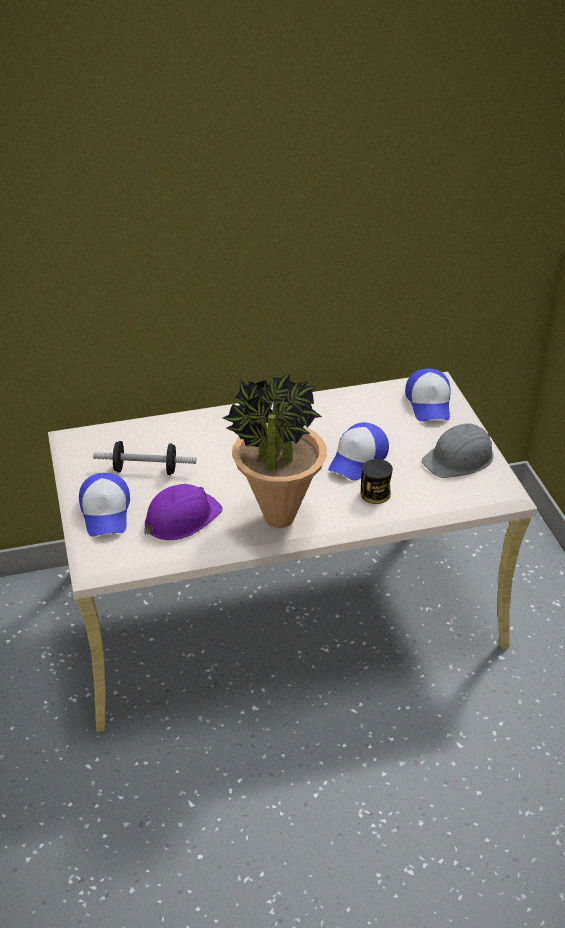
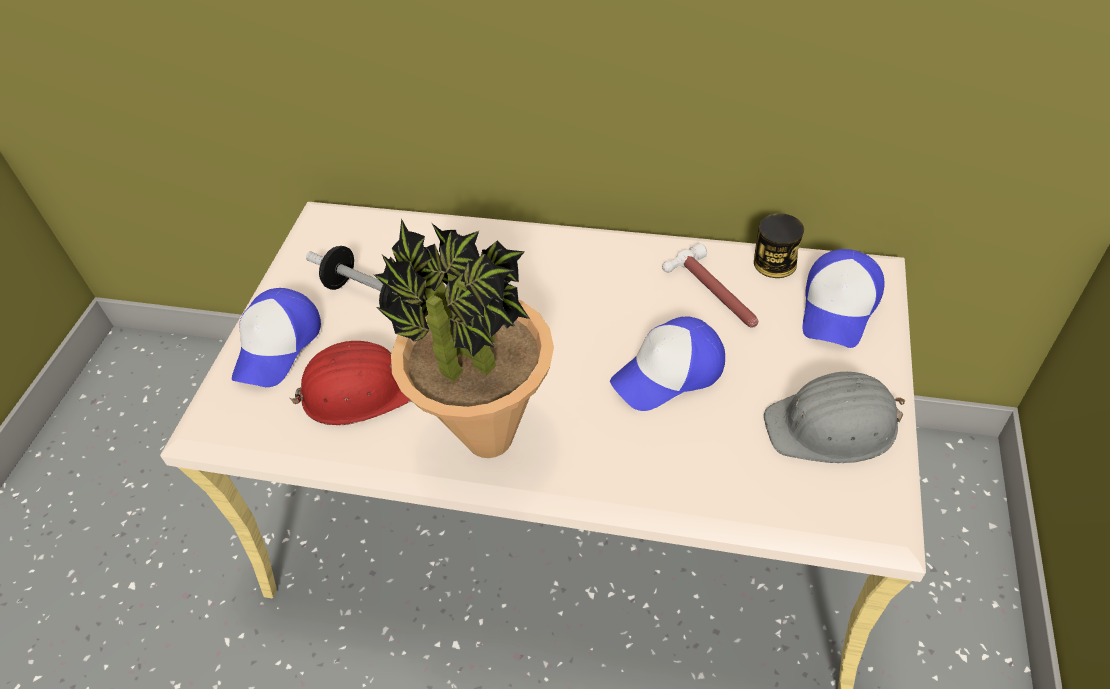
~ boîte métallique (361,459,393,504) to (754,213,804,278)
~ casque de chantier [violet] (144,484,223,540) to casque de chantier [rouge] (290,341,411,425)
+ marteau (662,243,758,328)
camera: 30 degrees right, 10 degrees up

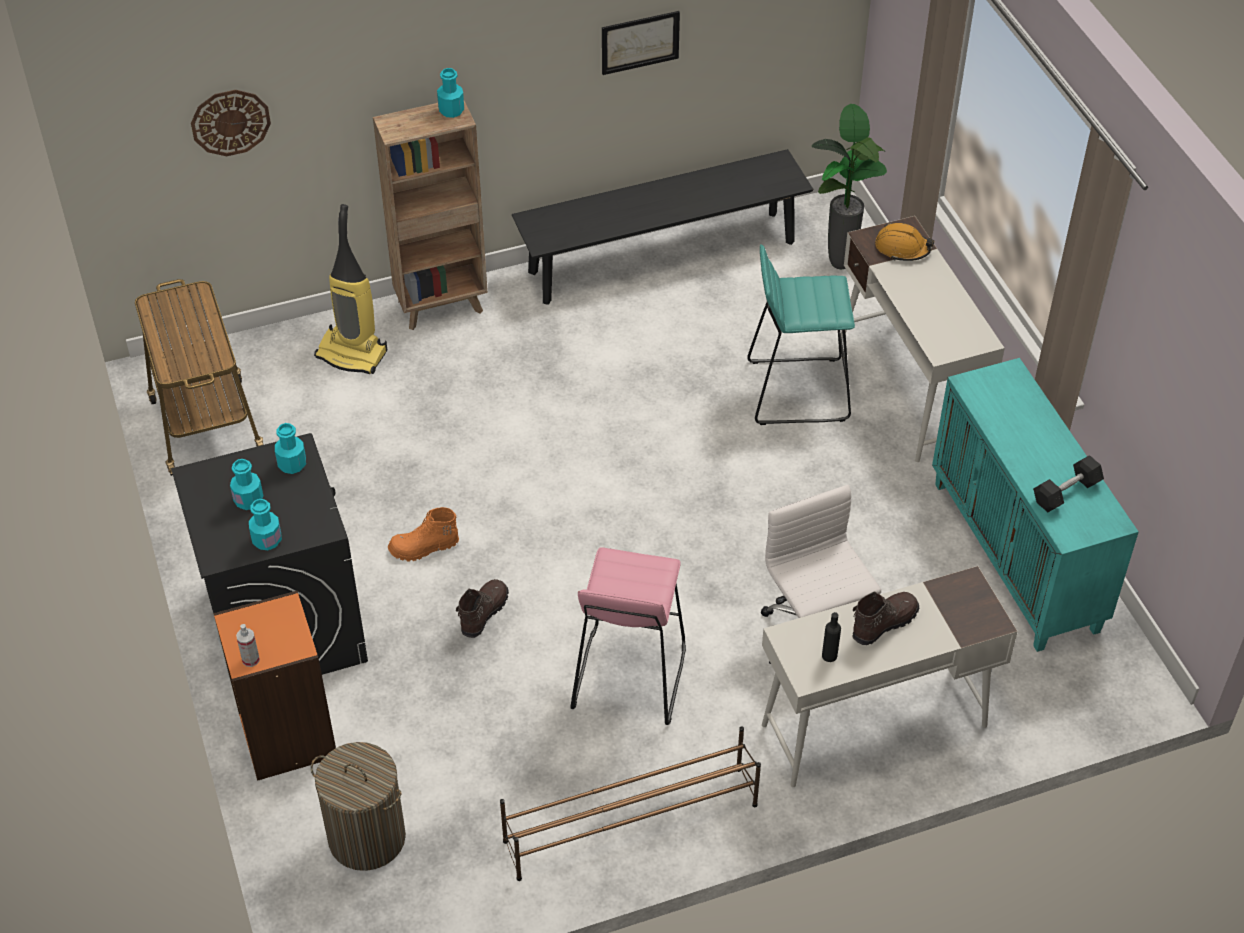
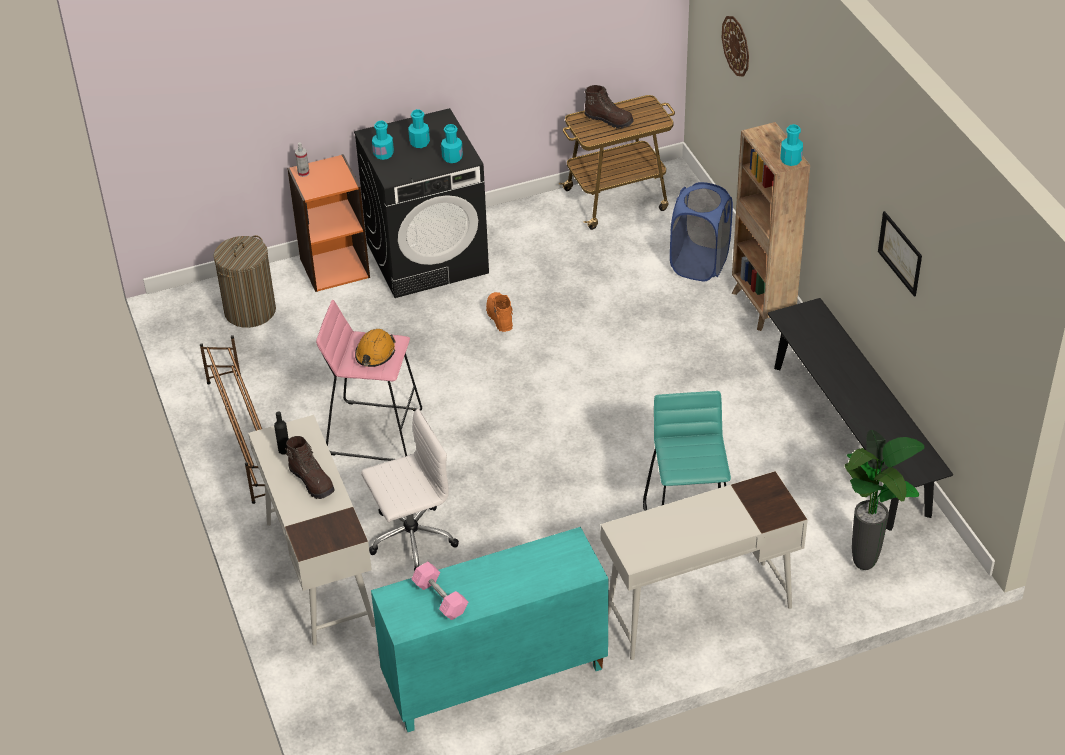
~ aspirateur (314,204,387,374) to panier à linge [bleu] (670,182,733,281)
~ casque de chantier [orange] (875,223,935,261) to (355,329,396,367)
~ haltère [noir] (1033,455,1104,512) to haltère [rose] (411,562,468,620)
~ botte [marron] (456,579,509,638) to (584,85,634,129)
camera: 90 degrees right, 5 degrees down

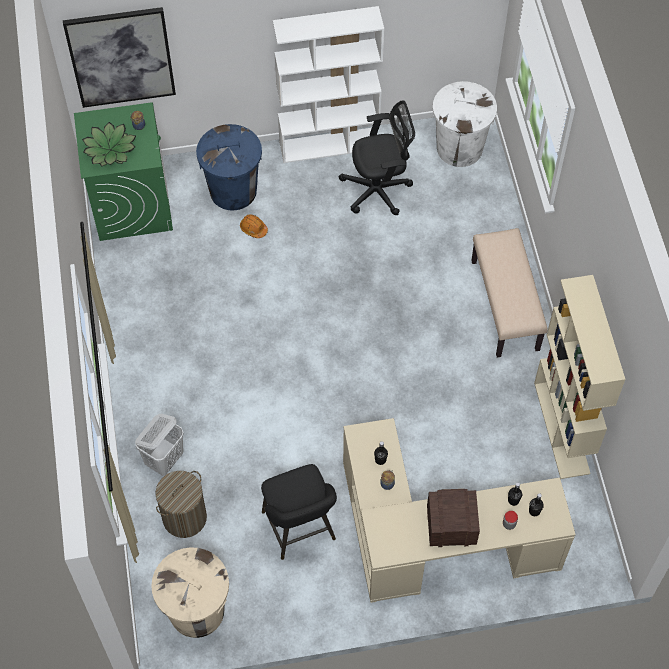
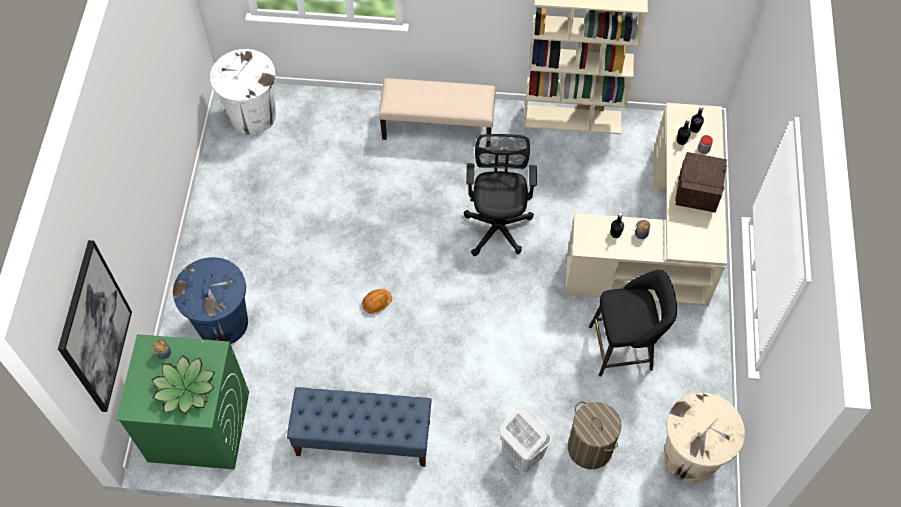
- bibliothèque [blanc] (273,6,384,163)
~ chaise de bureau [noir] (339,100,415,215) to (464,134,537,256)
~ casque de chantier [orange] (240,214,268,238) to (362,289,392,314)
+ banc [bleu] (287,387,432,467)
camera: 75 degrees left, 0 degrees up

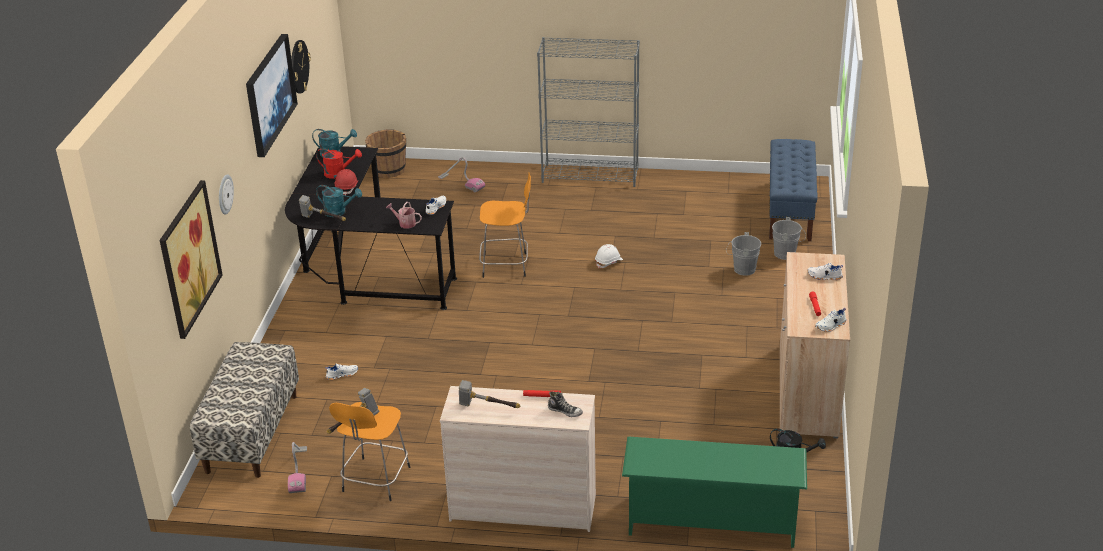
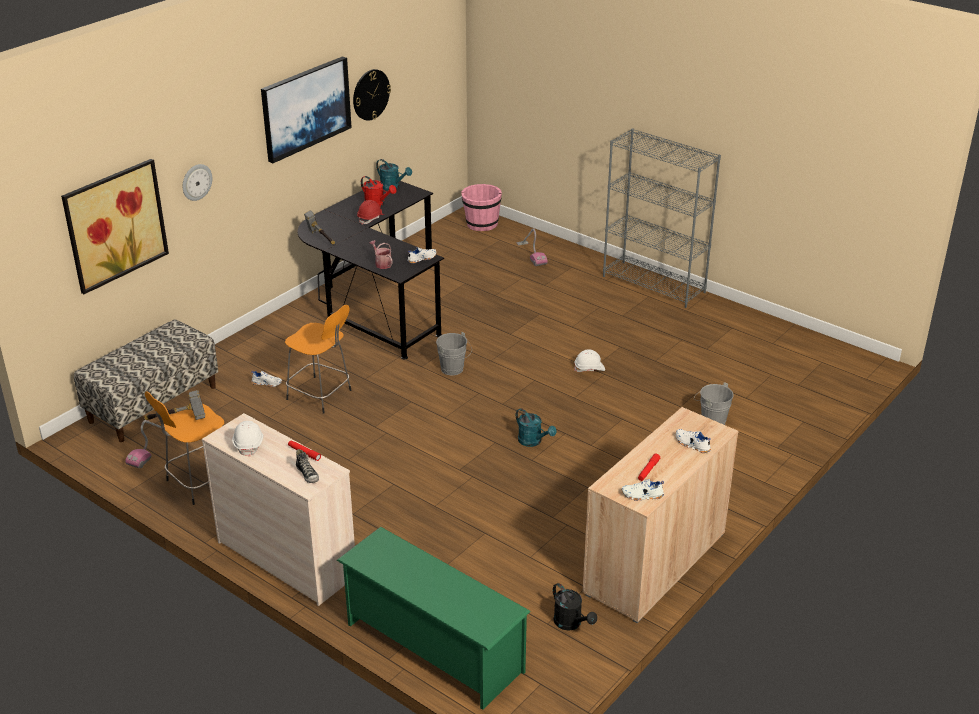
~ seau [marron] (365,129,406,178) to seau [rose] (461,184,502,231)
- banc [bleu] (769,139,818,241)
~ tabouret [orange] (479,172,531,278) to (285,305,352,414)
~ arrosoir [turquoise] (316,185,362,217) to (516,408,557,447)
~ seau [gris] (772,217,806,260) to (436,332,472,375)
~ marteau (459,380,520,408) to casque de chantier [blanc] (232,421,263,457)
camera: 30 degrees right, 0 degrees up

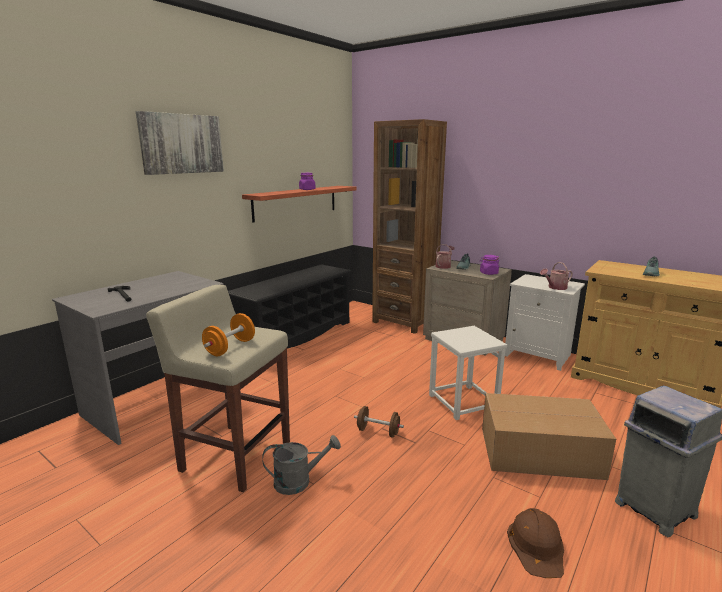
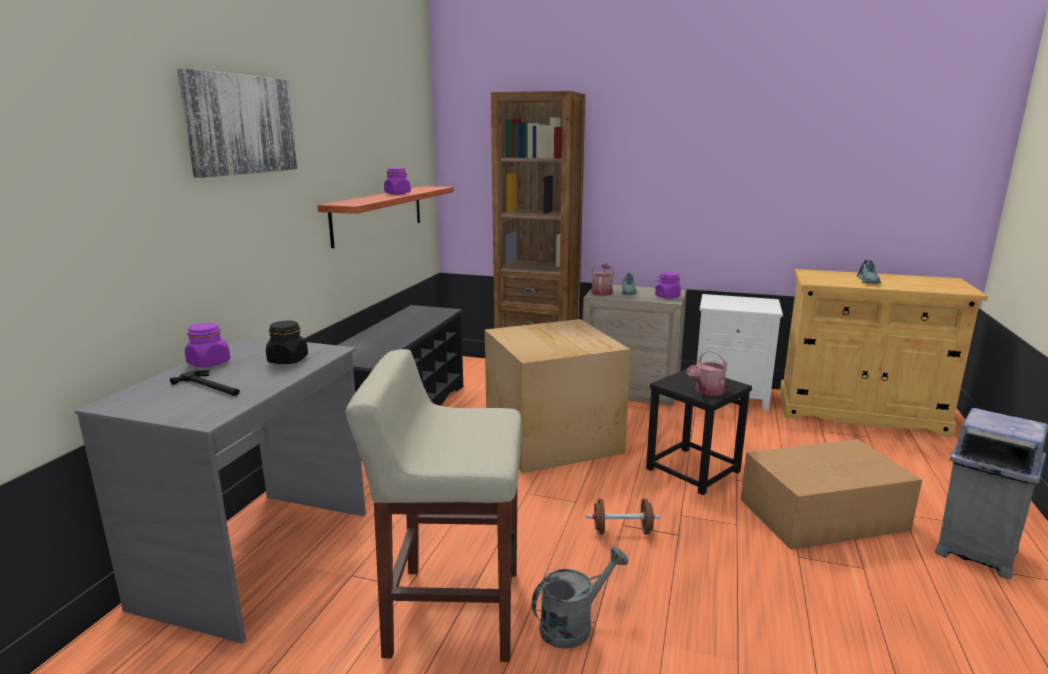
~ arrosoir (540,262,573,290) to (687,350,727,396)
- haltère [orange] (202,313,255,356)
~ tabouret [blanc] (429,326,507,420) to tabouret [noir] (646,369,752,495)
- casque de chantier [marron] (507,508,564,578)
+ carton (485,319,631,473)
+ bocal [noir] (266,321,308,364)
+ bocal [violet] (185,323,230,368)
camera: 20 degrees left, 0 degrees up

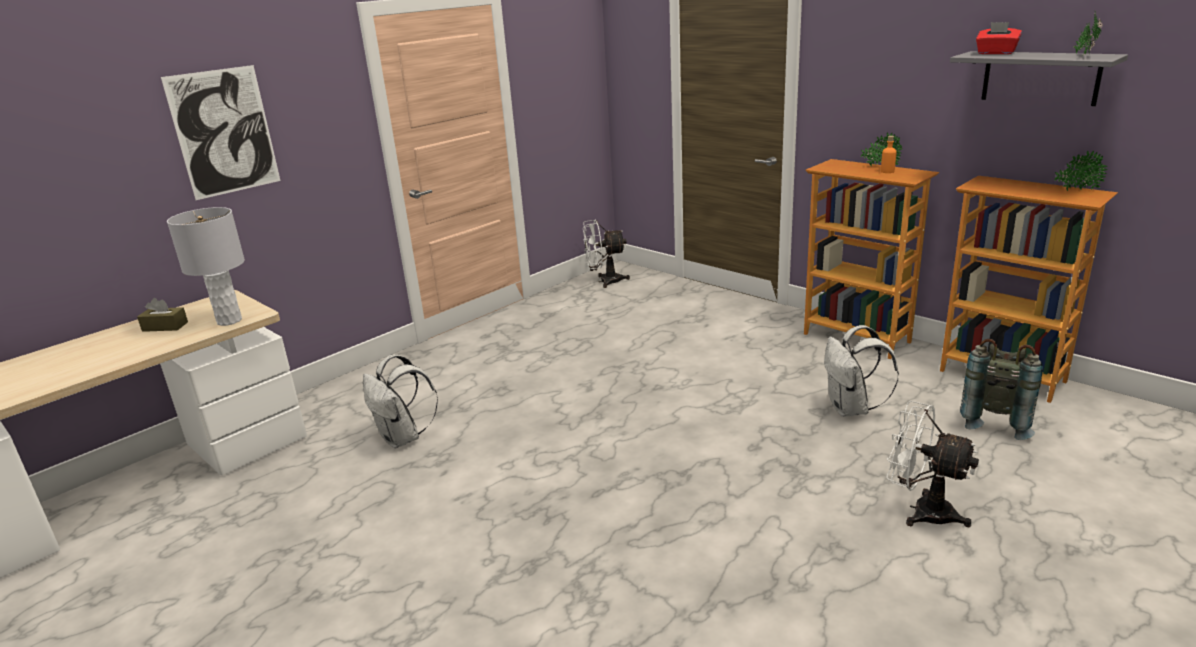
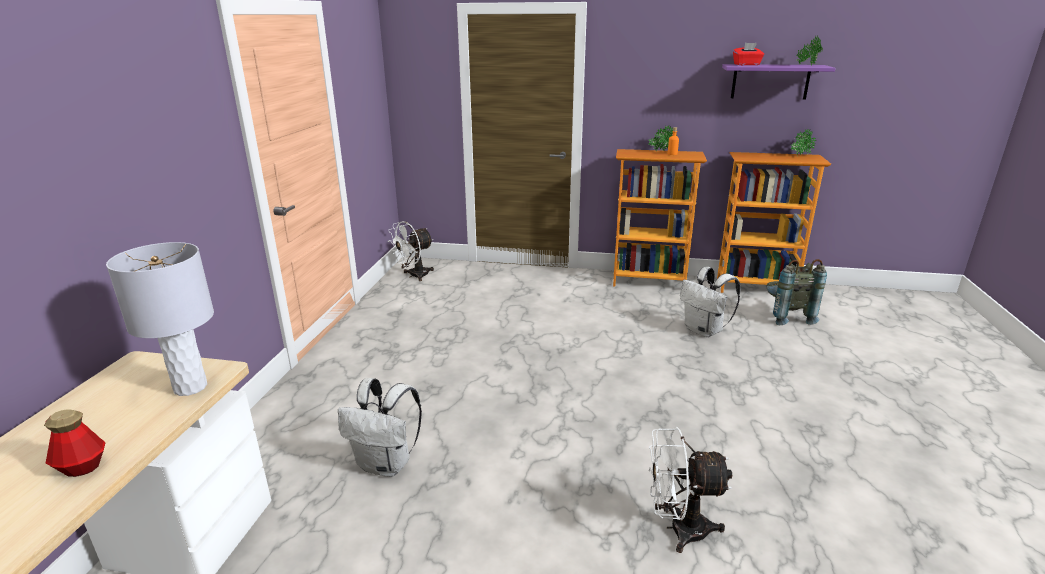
~ étagère [gris] (950,51,1128,106) to étagère [violet] (722,64,836,100)
- tableau (161,65,281,200)
- boîte à mouchoirs [marron] (137,298,188,332)
~ ventilateur [blanc] (886,401,979,527) to (649,427,732,553)
+ bouteille (44,409,106,477)
camera: 35 degrees left, 0 degrees up

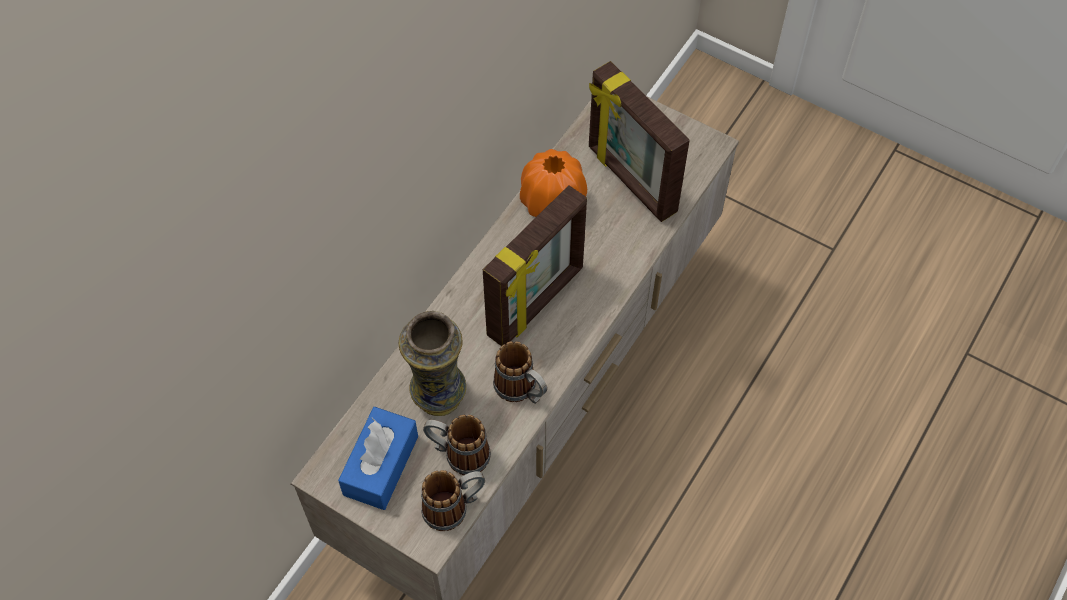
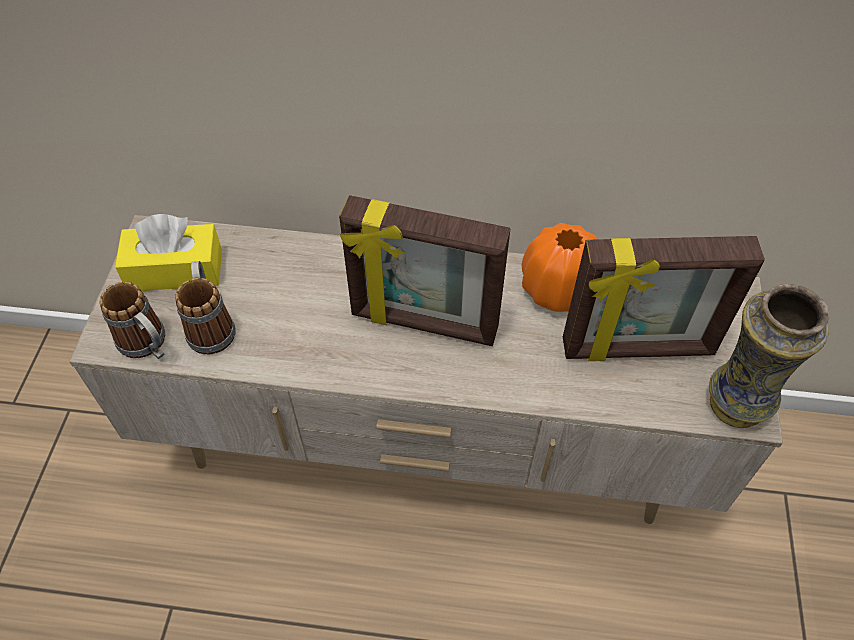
~ cadre photo (589,61,690,222) = (563,236,765,361) 120 degrees counterclockwise
~ vase (399,311,466,416) to (709,284,830,428)
- mug (493,341,547,404)
~ boîte à mouchoirs [bleu] (338,407,418,510) to boîte à mouchoirs [jaune] (115,214,222,291)
camera: 65 degrees right, 5 degrees down

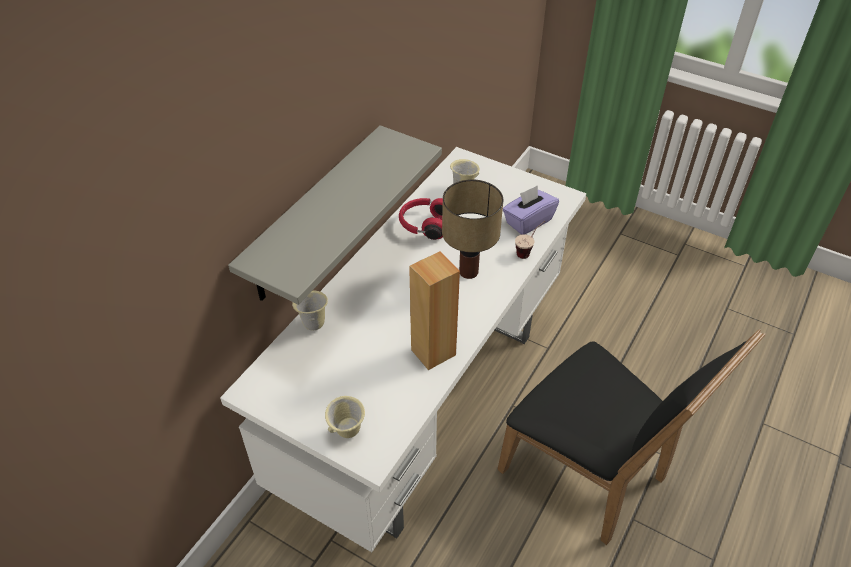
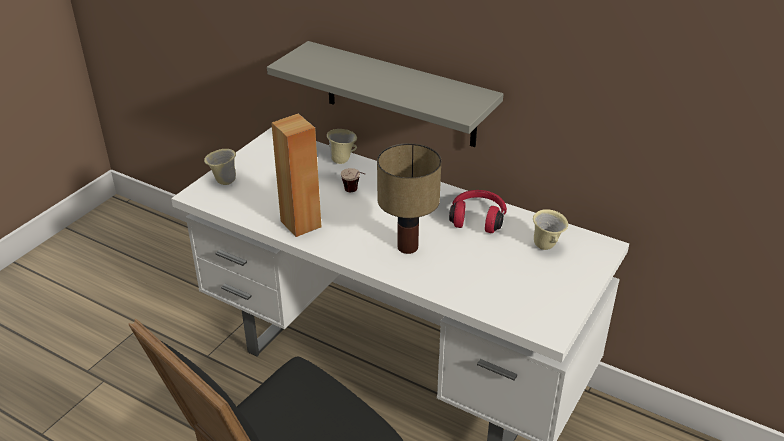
- boîte à mouchoirs [violet] (503,185,559,235)
~ tasse (515,221,545,259) to (341,168,365,192)
camera: 90 degrees right, 10 degrees down

